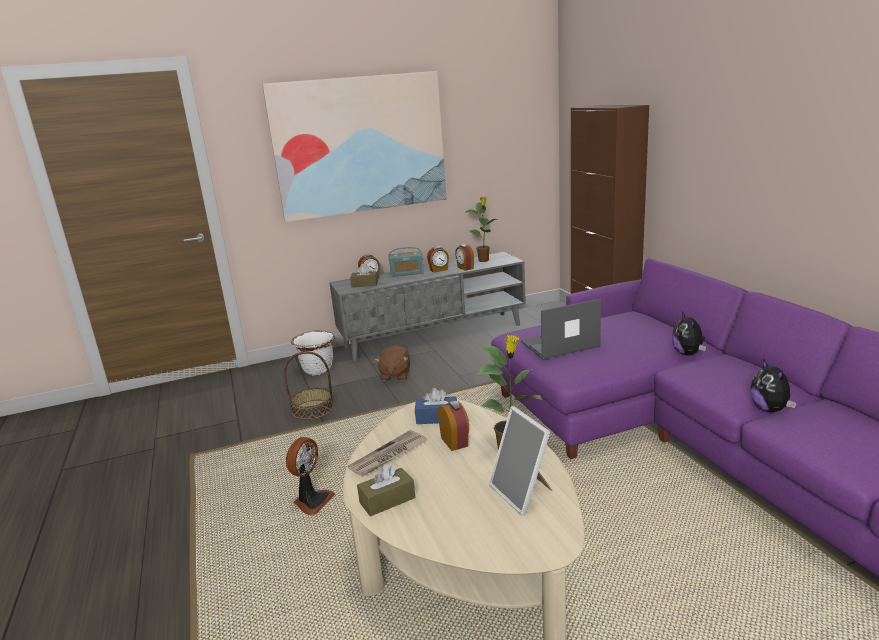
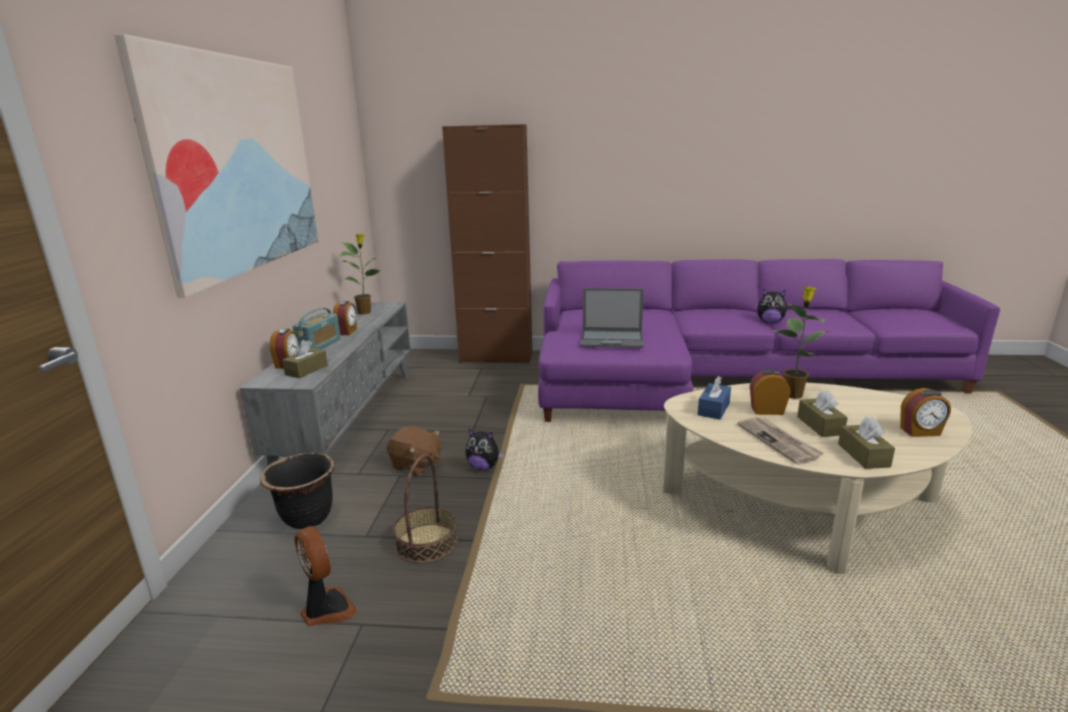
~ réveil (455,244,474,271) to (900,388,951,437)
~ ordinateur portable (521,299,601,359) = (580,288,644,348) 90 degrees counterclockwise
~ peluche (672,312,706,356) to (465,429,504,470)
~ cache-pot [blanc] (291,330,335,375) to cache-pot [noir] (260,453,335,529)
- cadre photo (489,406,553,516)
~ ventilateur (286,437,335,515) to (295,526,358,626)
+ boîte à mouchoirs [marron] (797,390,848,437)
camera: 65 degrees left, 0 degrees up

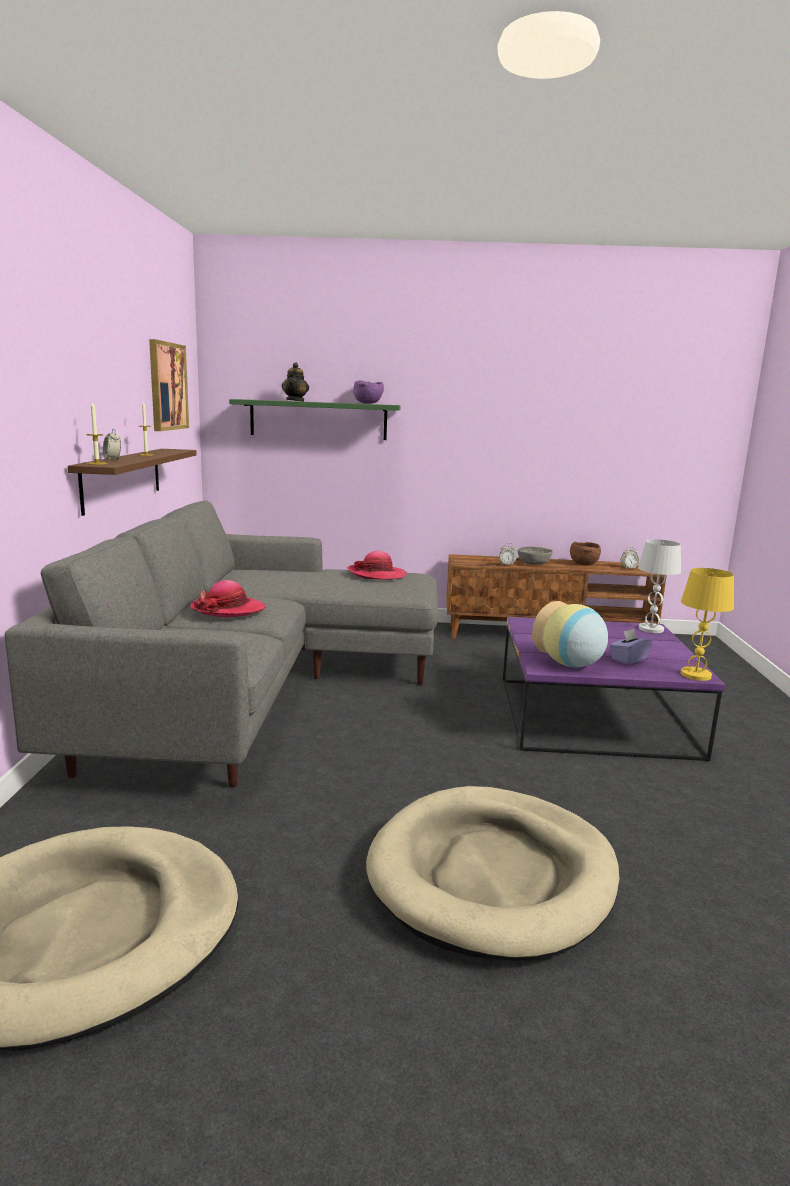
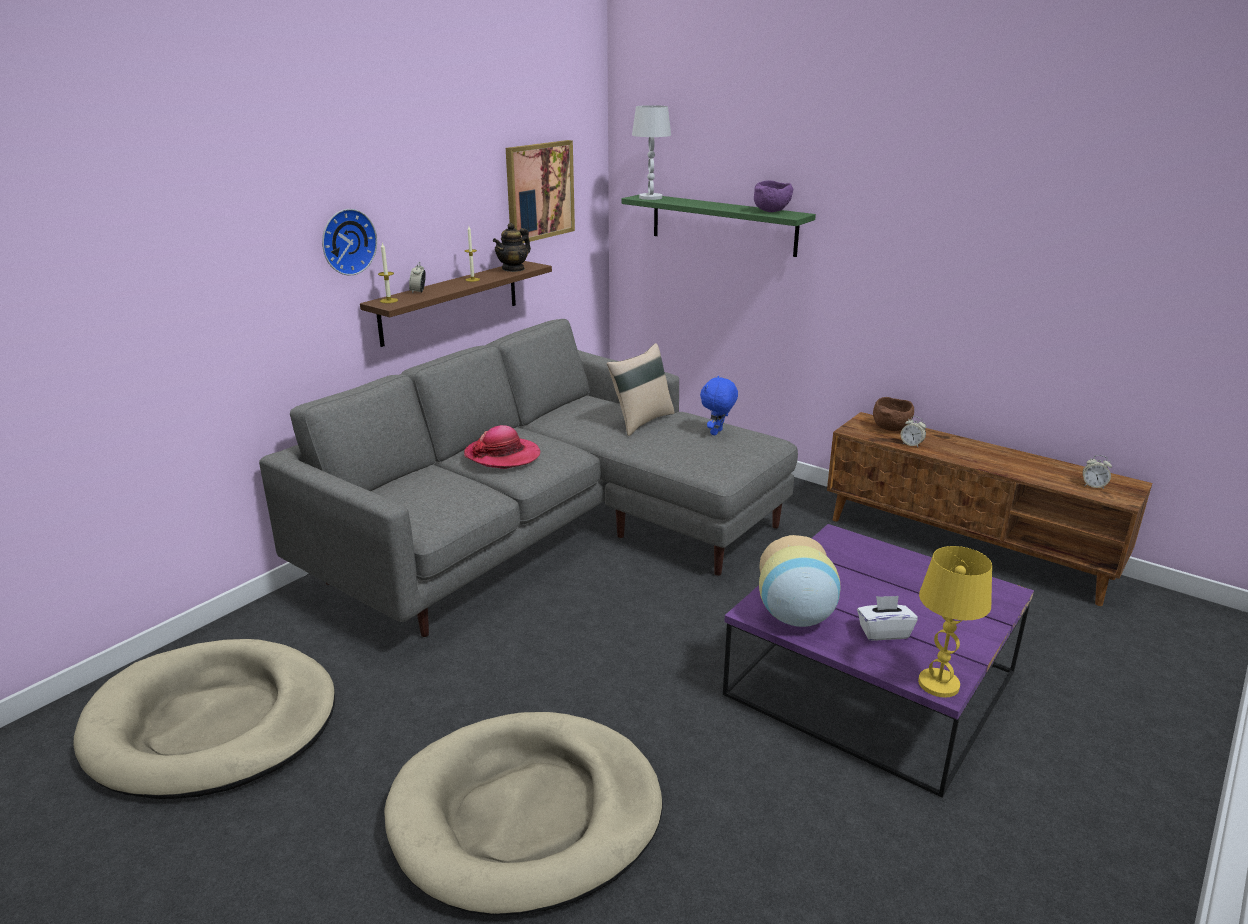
~ théière (282,363,309,401) to (493,223,531,272)
~ lampe de table [blanc] (638,539,681,633) to (632,105,671,200)
~ bol [marron] (570,542,601,565) to (873,397,914,431)
- bol [gris] (518,547,553,565)
~ chapeau (347,551,407,580) to peluche [bleu] (700,376,738,436)
~ boîte à mouchoirs [violet] (610,629,652,665) to boîte à mouchoirs [blanc] (857,596,918,641)
+ horloge murale (322,209,377,275)
+ coussin [beige] (607,343,674,436)
camera: 35 degrees right, 10 degrees up

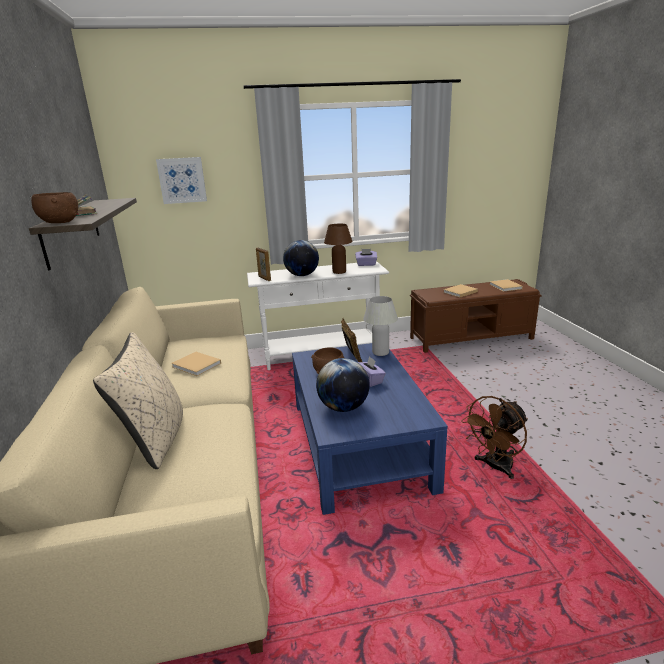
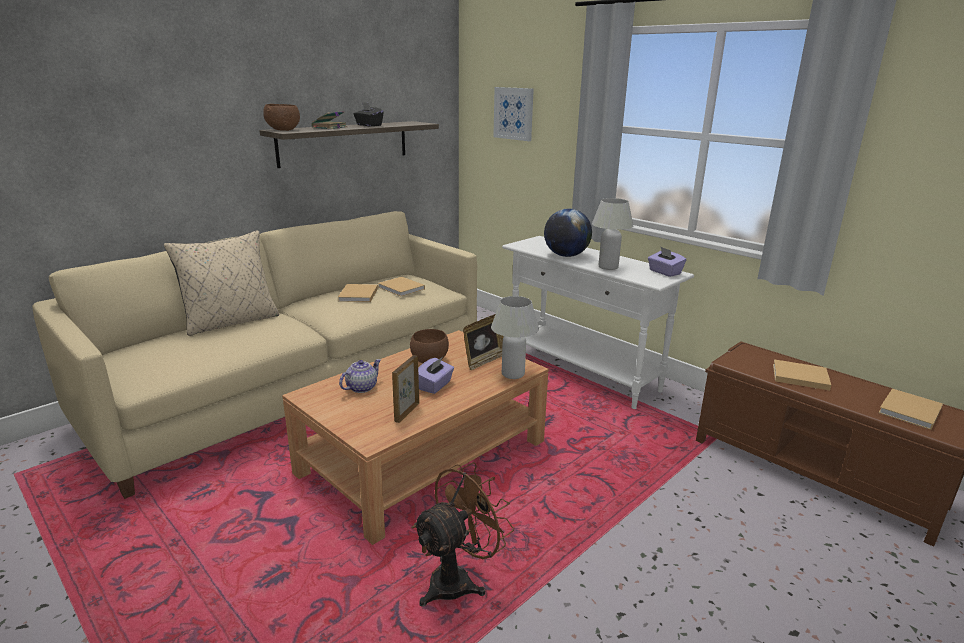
~ lampe de table [marron] (324,224,352,274) to lampe de table [blanc] (592,198,633,270)
~ cadre photo (256,248,271,281) to (392,355,419,423)
~ table basse [bleu] (292,343,448,515) to table basse [marron] (282,330,549,545)
~ globe (316,358,370,412) to théière (339,359,381,393)
~ ventilateur [marron] (461,396,528,479) = (412,462,514,607) 120 degrees clockwise
+ boîte à mouchoirs [noir] (353,102,384,126)
+ livre [beige] (378,277,425,296)
camera: 55 degrees right, 0 degrees up

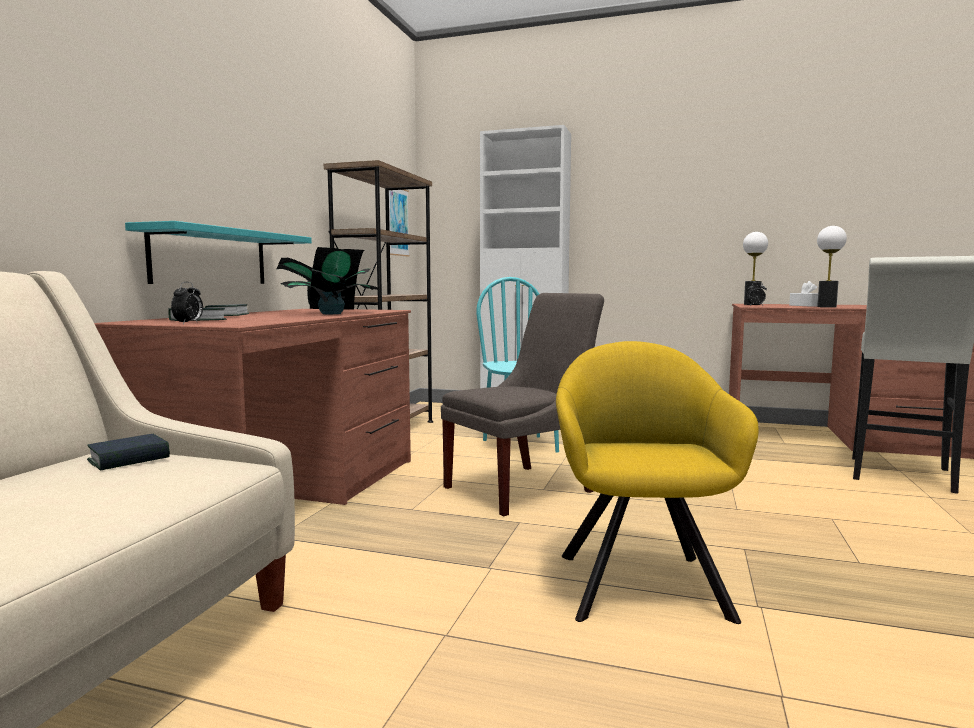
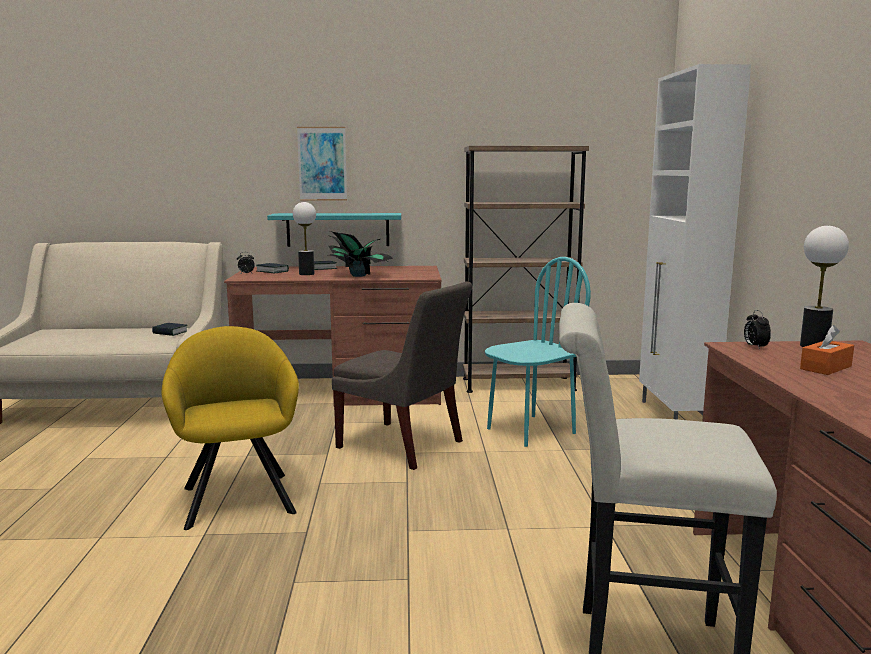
~ tableau (389,190,410,257) to (297,127,347,201)
~ lampe de table (817,226,847,308) to (293,202,316,275)
~ boîte à mouchoirs [blanc] (789,281,818,307) to boîte à mouchoirs [orange] (800,325,854,375)
~ fauteuil [jaune] (556,341,758,624) = (162,326,299,530) 90 degrees counterclockwise
camera: 70 degrees right, 5 degrees up

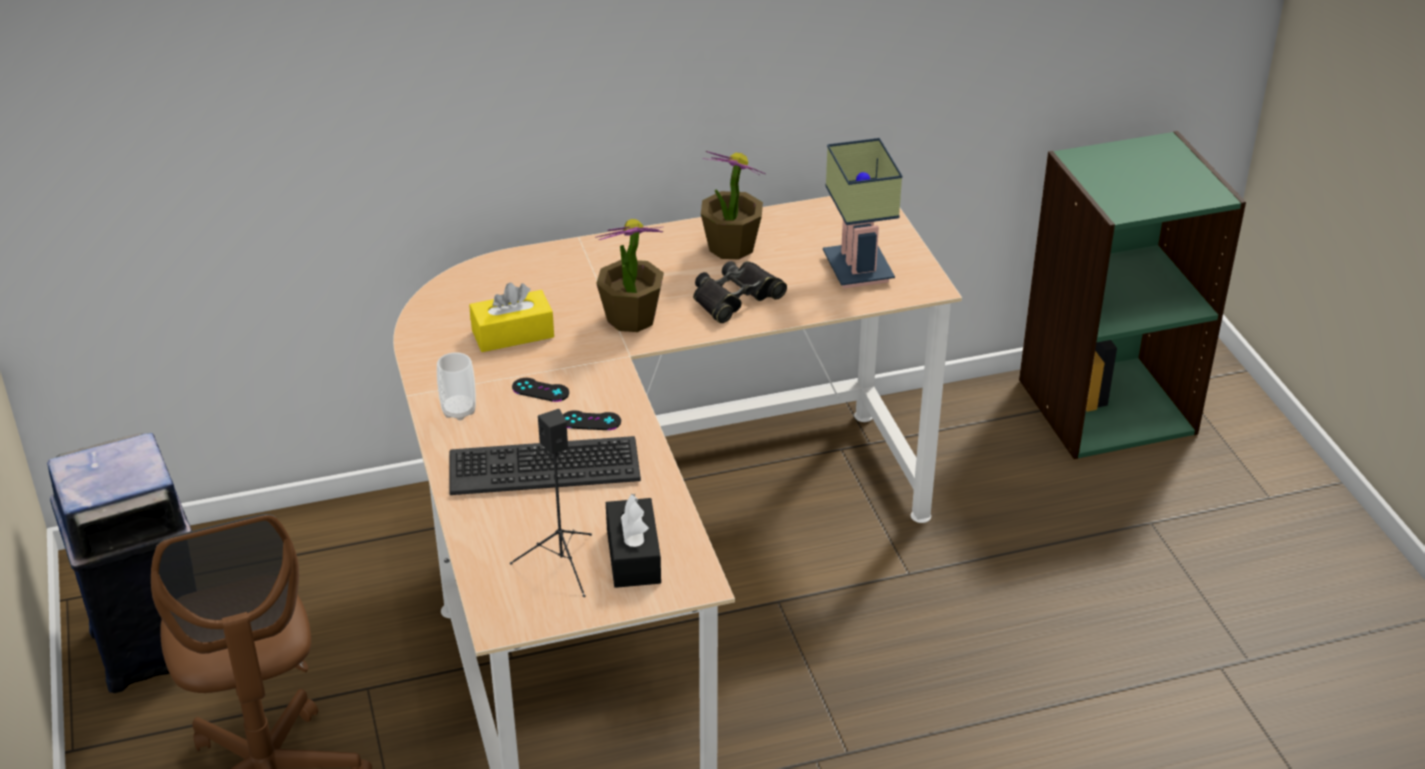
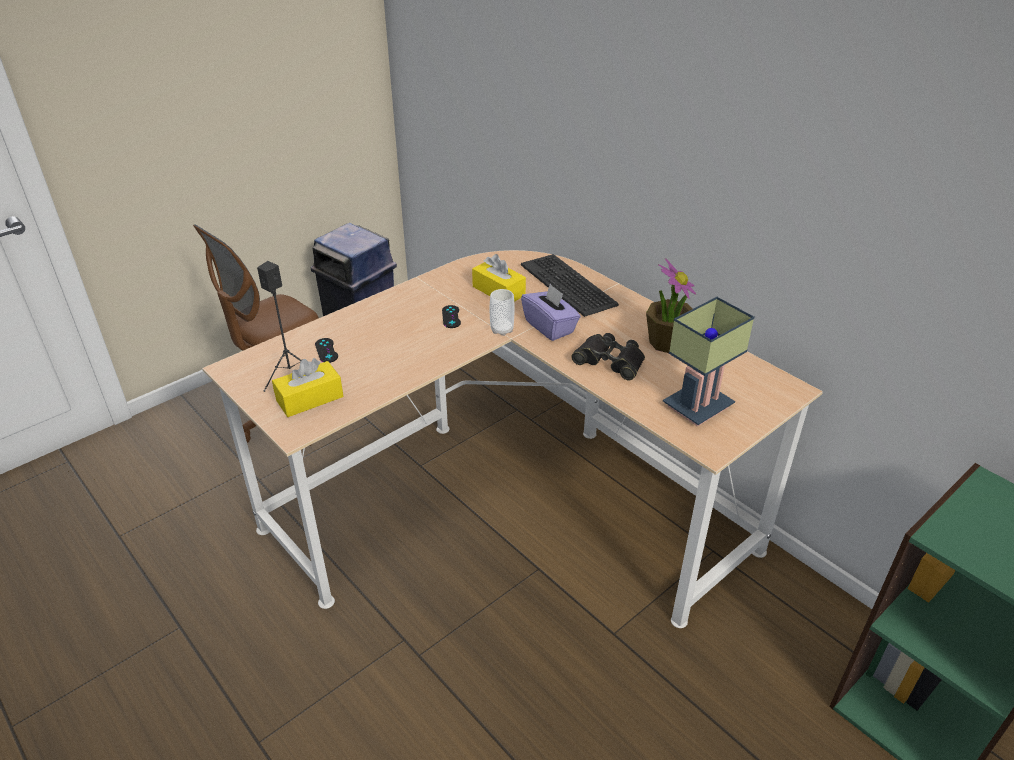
~ plante en pot (596,219,664,332) to boîte à mouchoirs [violet] (521,284,581,341)
~ tasse (437,352,476,420) to (490,289,515,336)
~ manette [noir] (563,410,621,430) to (315,338,338,363)
~ clavier (450,436,641,495) to (521,254,619,317)
~ boîte à mouchoirs [noir] (606,494,661,588) to boîte à mouchoirs [jaune] (272,358,343,417)
camera: 65 degrees right, 0 degrees up

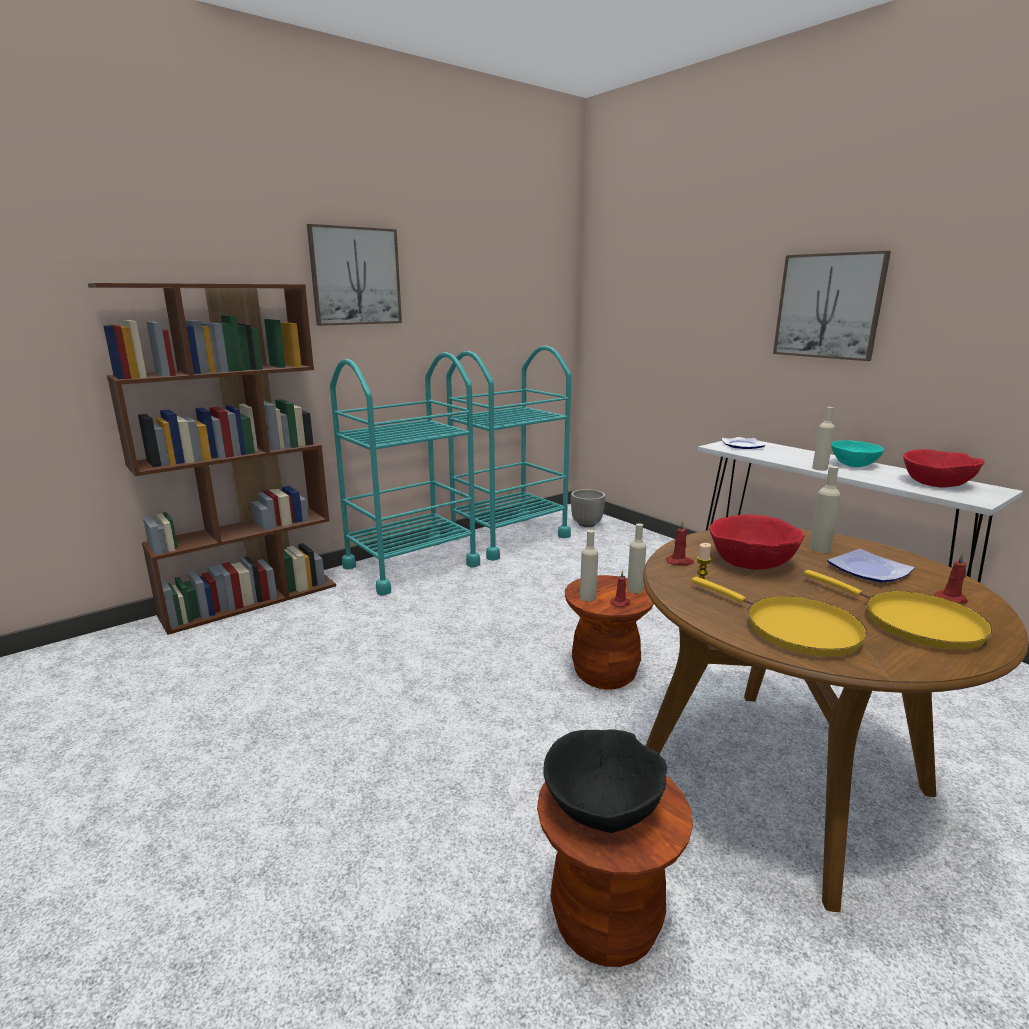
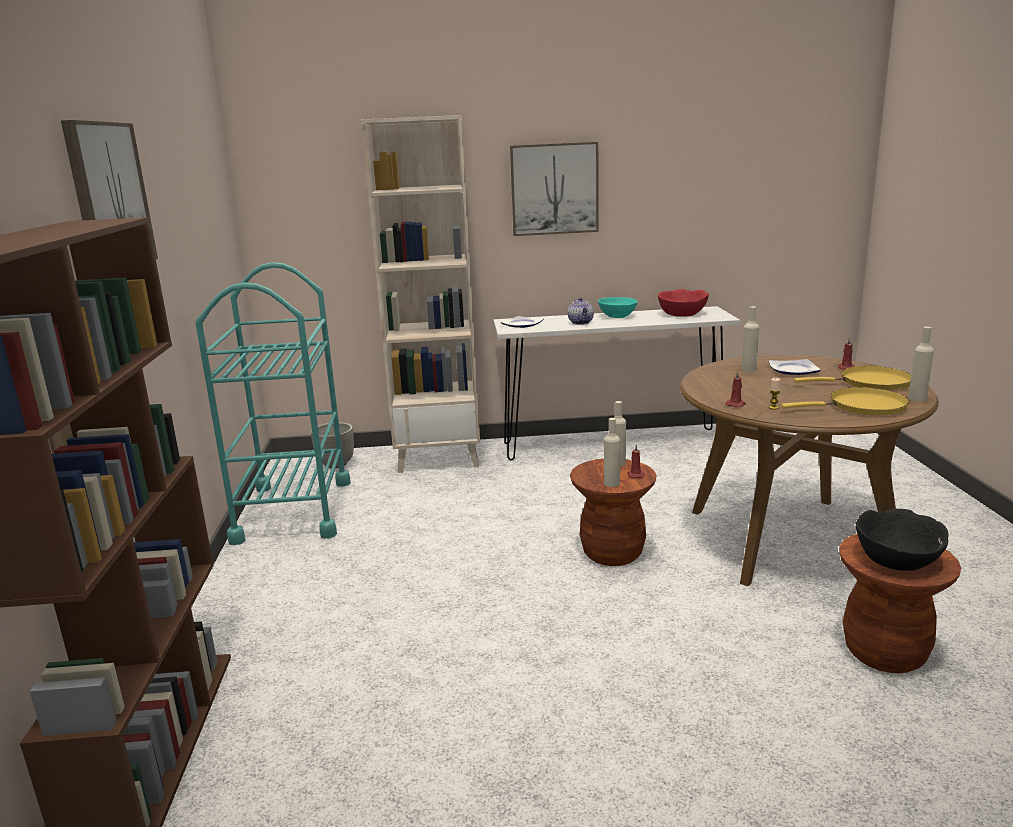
- chariot [turquoise] (330,352,480,595)
~ bouteille [beige] (812,407,835,471) to (908,327,934,402)
- bol [rouge] (710,514,805,570)
+ bibliothèque [beige] (361,115,480,473)
+ théière (568,298,594,325)
camera: 55 degrees left, 0 degrees up

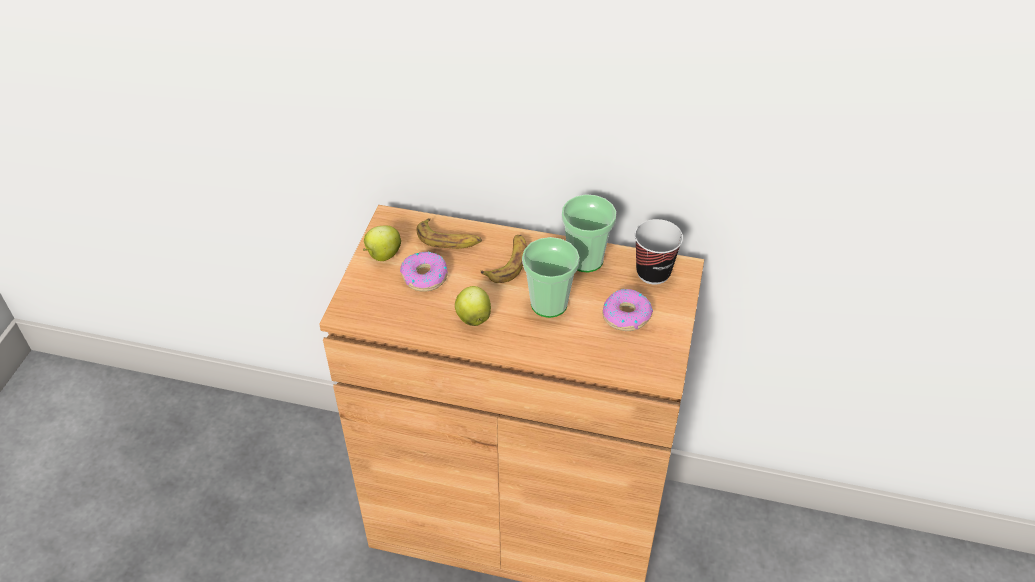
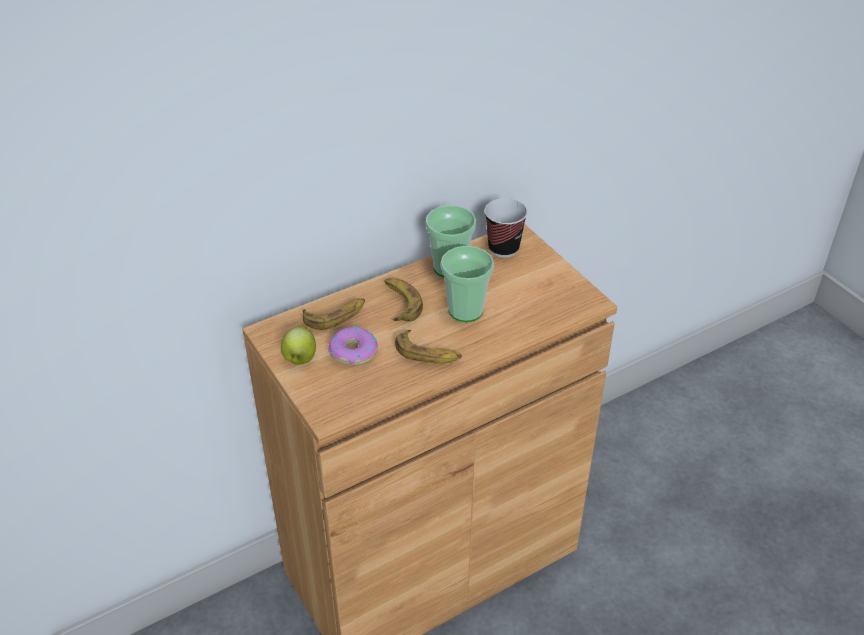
~ pomme (455,286,491,326) to banane (395,330,462,364)
- beignet (602,289,653,331)
camera: 45 degrees left, 5 degrees down

